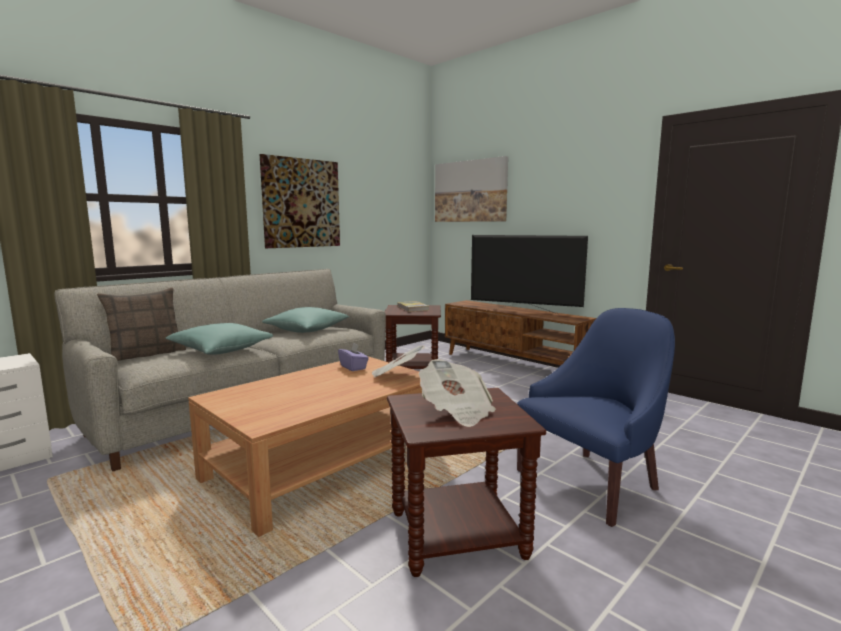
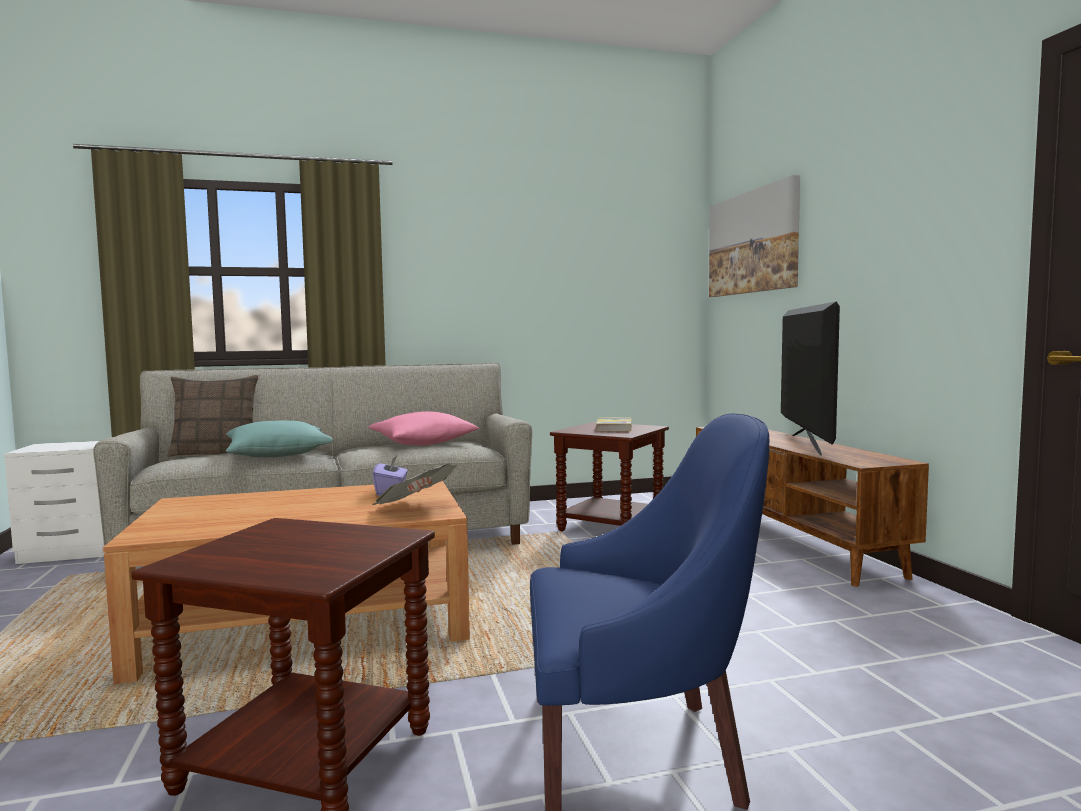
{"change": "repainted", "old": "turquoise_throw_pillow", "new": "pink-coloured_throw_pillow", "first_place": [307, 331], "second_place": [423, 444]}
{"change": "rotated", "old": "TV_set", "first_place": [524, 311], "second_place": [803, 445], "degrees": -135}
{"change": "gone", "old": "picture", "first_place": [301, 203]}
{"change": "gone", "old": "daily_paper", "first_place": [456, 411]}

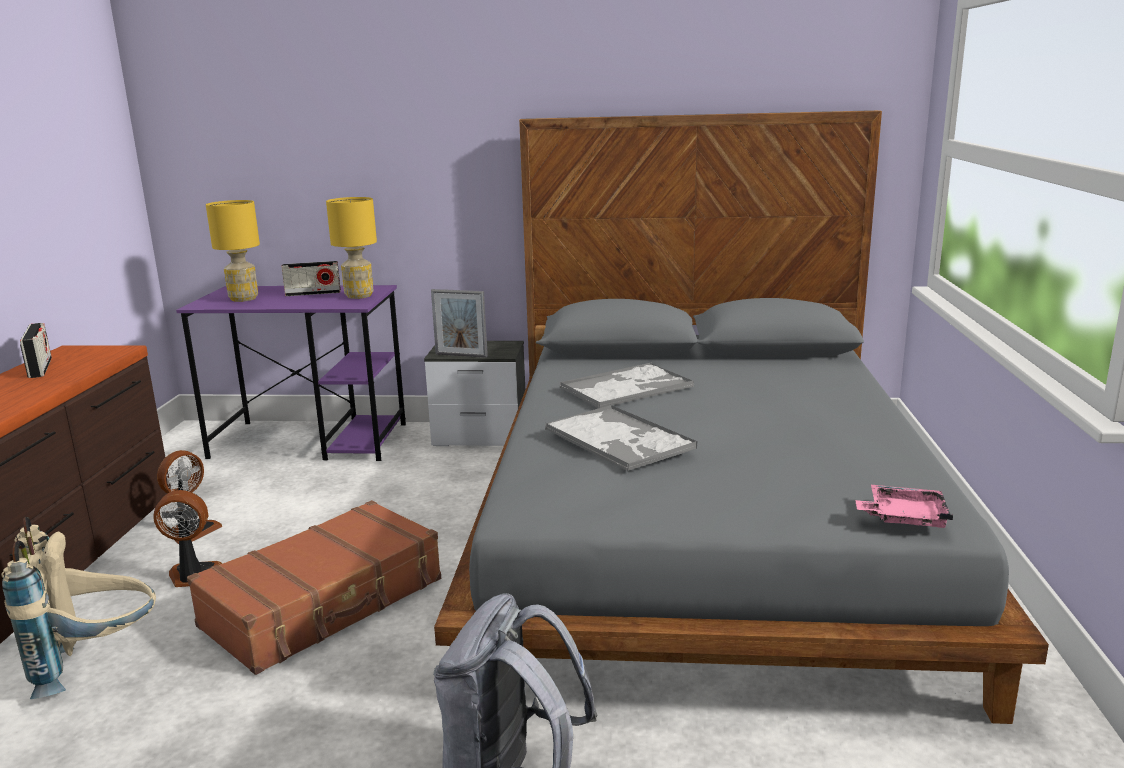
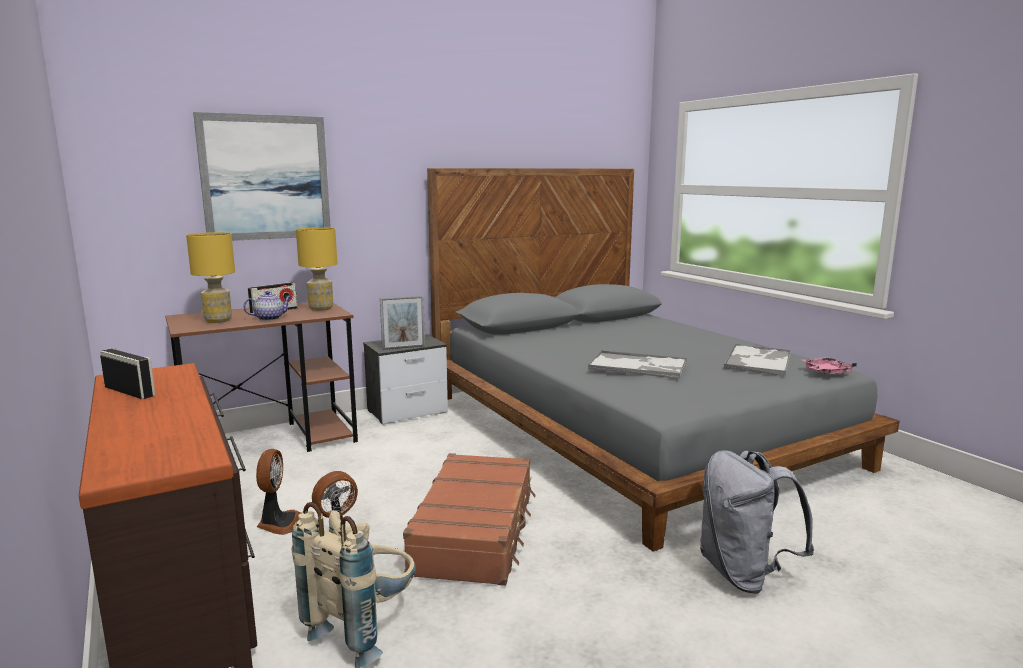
{"change": "repainted", "old": "purple_desk_table", "new": "brownish_desk_table", "first_place": [311, 441], "second_place": [272, 442]}
{"change": "new", "new": "picture", "second_place": [266, 178]}
{"change": "new", "new": "pot_for_tea", "second_place": [270, 318]}
{"change": "shifted", "old": "carrying_tray", "first_place": [627, 387], "second_place": [758, 361]}

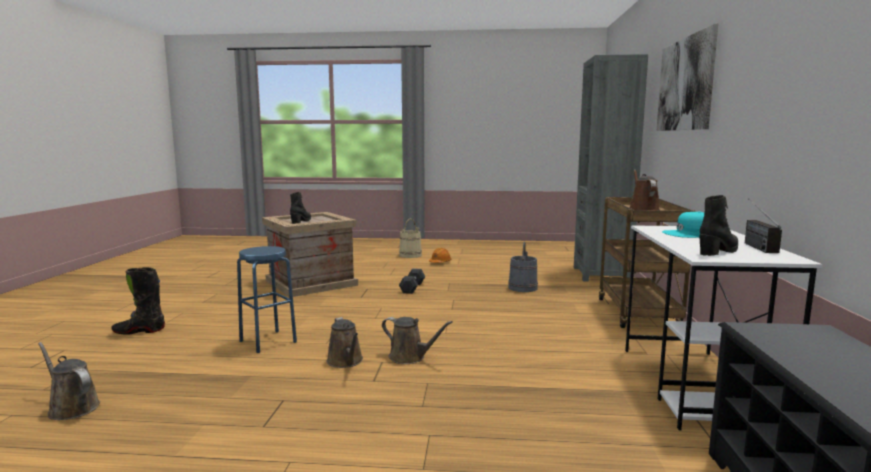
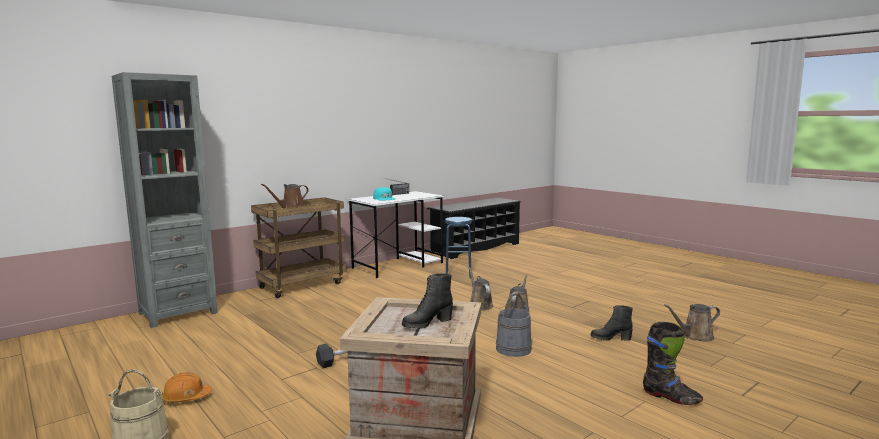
{"change": "shifted", "old": "blue_sitting_stool", "first_place": [268, 341], "second_place": [458, 274]}
{"change": "shifted", "old": "gray_bucket", "first_place": [523, 288], "second_place": [513, 349]}
{"change": "shifted", "old": "black-coloured_tall_boot", "first_place": [719, 251], "second_place": [610, 338]}
{"change": "rotated", "old": "brownish_watering_can", "first_place": [71, 407], "second_place": [695, 336], "degrees": 90}
{"change": "gone", "old": "picture", "first_place": [684, 84]}

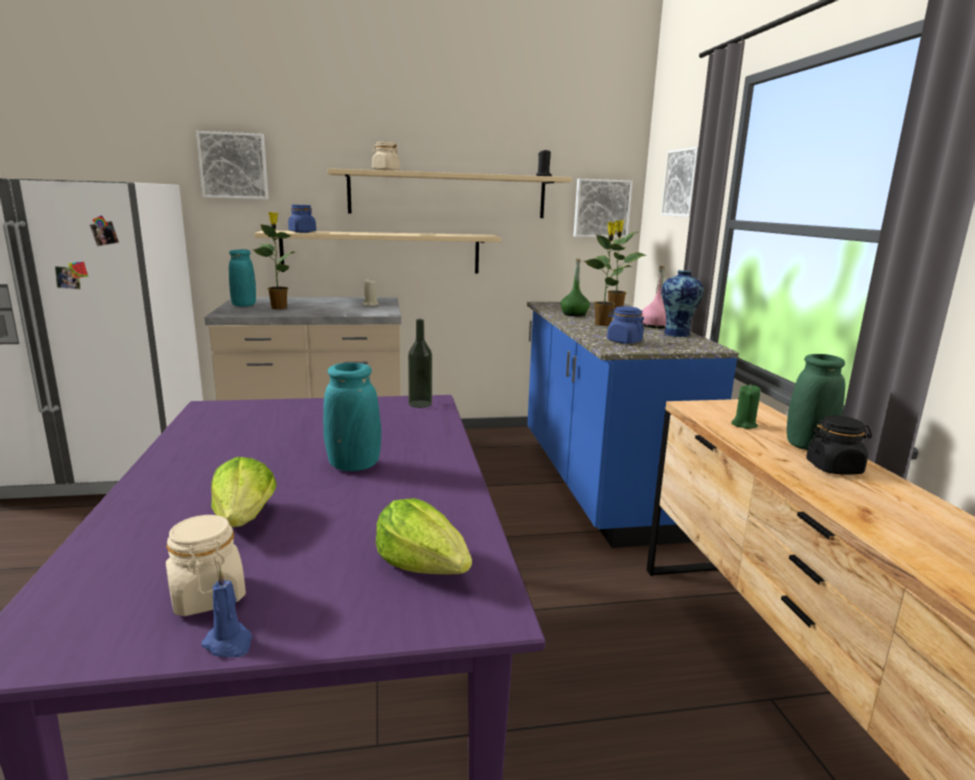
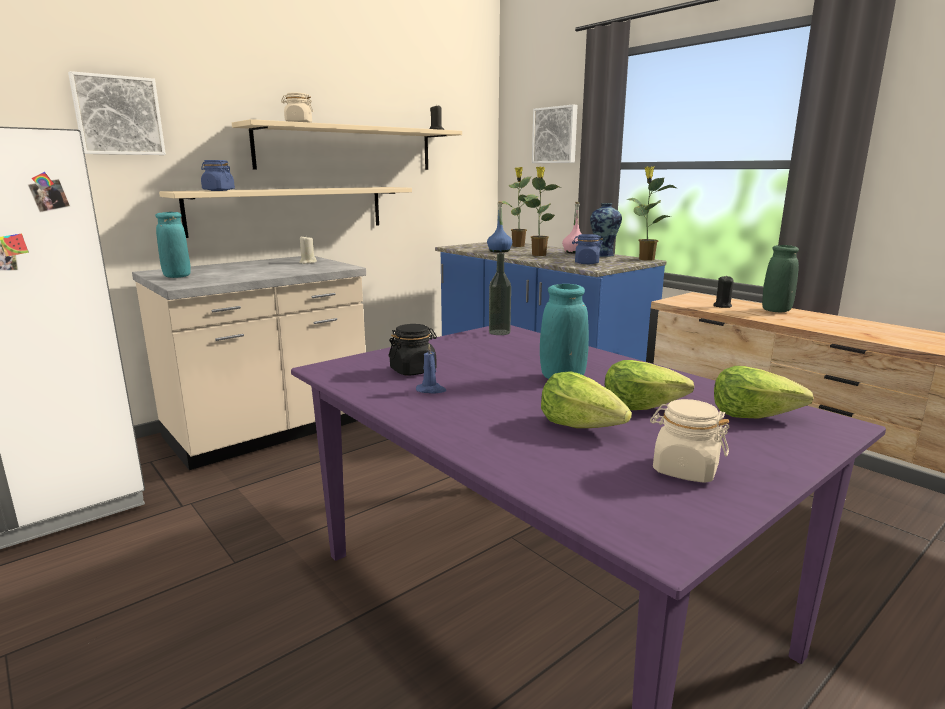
{"change": "shifted", "old": "black-coloured_preserve_jar", "first_place": [834, 468], "second_place": [413, 370]}
{"change": "shifted", "old": "blue_candle", "first_place": [229, 643], "second_place": [431, 390]}
{"change": "repainted", "old": "greenish_drink_bottle", "new": "blue_drink_bottle", "first_place": [574, 314], "second_place": [499, 251]}
{"change": "new", "new": "lettuce_head", "second_place": [641, 407]}
{"change": "shifted", "old": "houseplant", "first_place": [279, 307], "second_place": [645, 259]}
{"change": "repainted", "old": "greenish_candle", "new": "black-coloured_candle", "first_place": [744, 425], "second_place": [722, 306]}
{"change": "gone", "old": "picture", "first_place": [601, 208]}

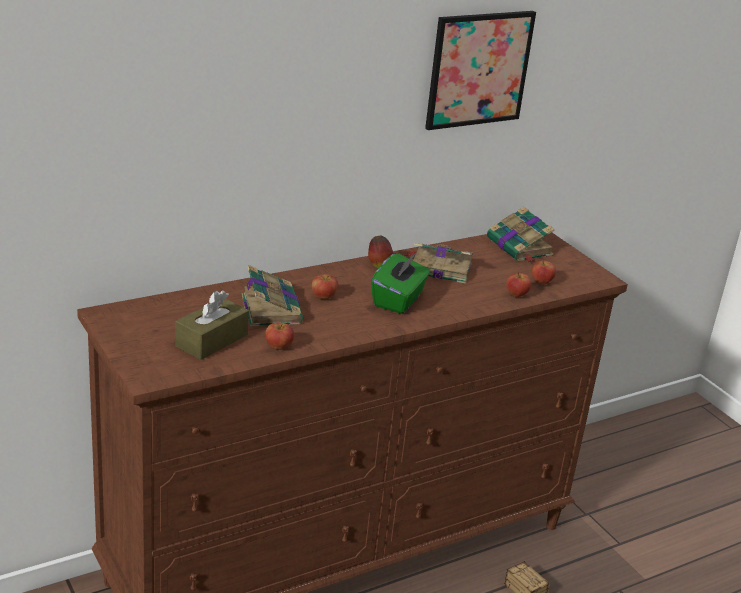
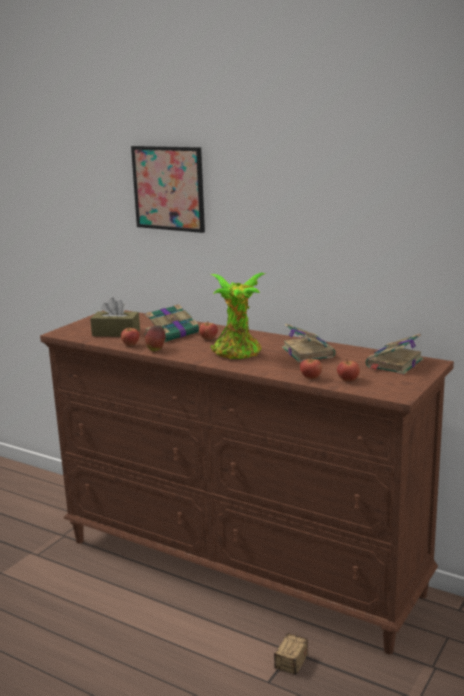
{"change": "shifted", "old": "picture", "first_place": [479, 69], "second_place": [168, 188]}
{"change": "shifted", "old": "apple", "first_place": [378, 266], "second_place": [156, 350]}
{"change": "swapped", "old": "greenish_tissue_box", "new": "houseplant", "first_place": [398, 300], "second_place": [238, 353]}

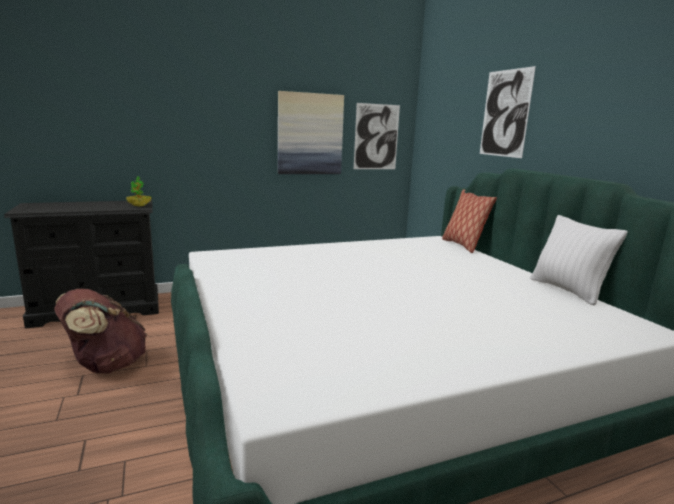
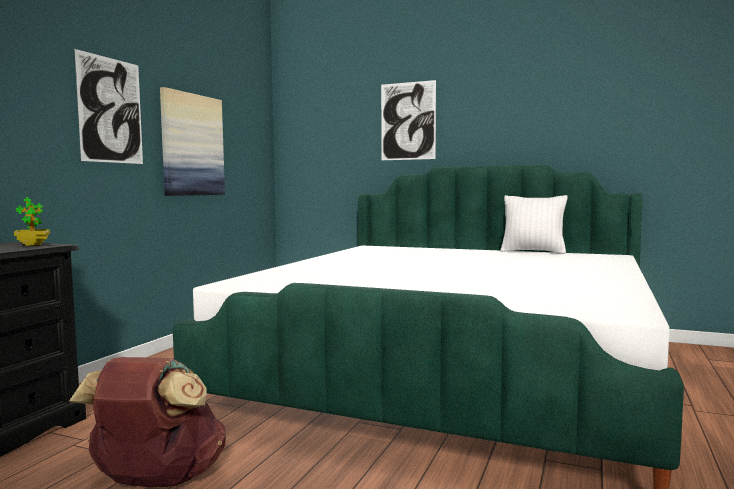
{"change": "shifted", "old": "picture", "first_place": [376, 137], "second_place": [111, 110]}
{"change": "gone", "old": "throw_pillow", "first_place": [463, 245]}

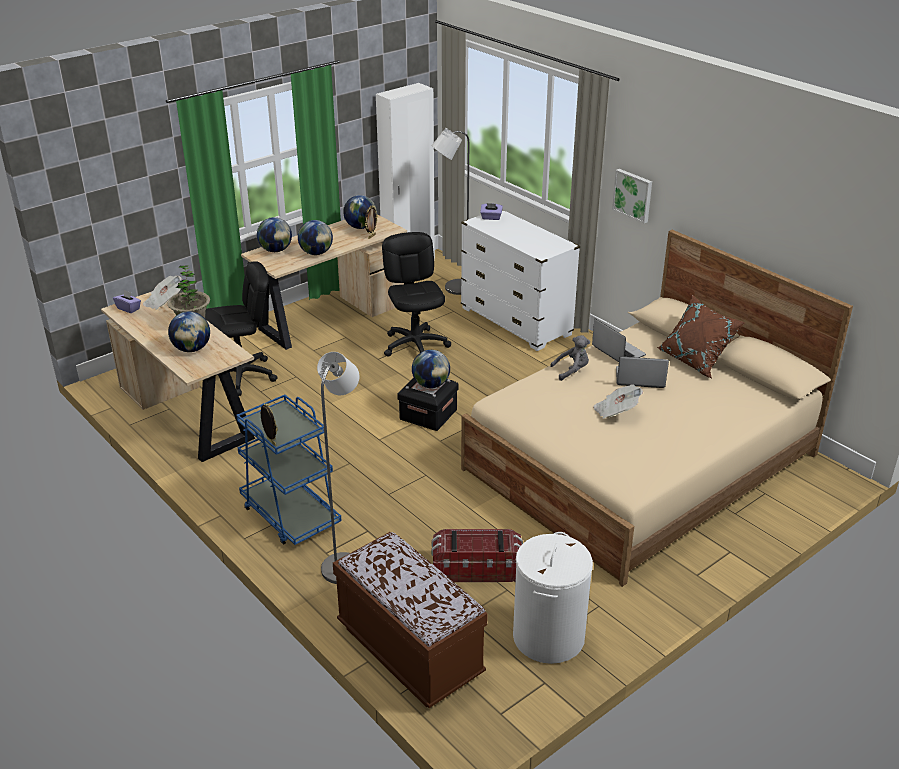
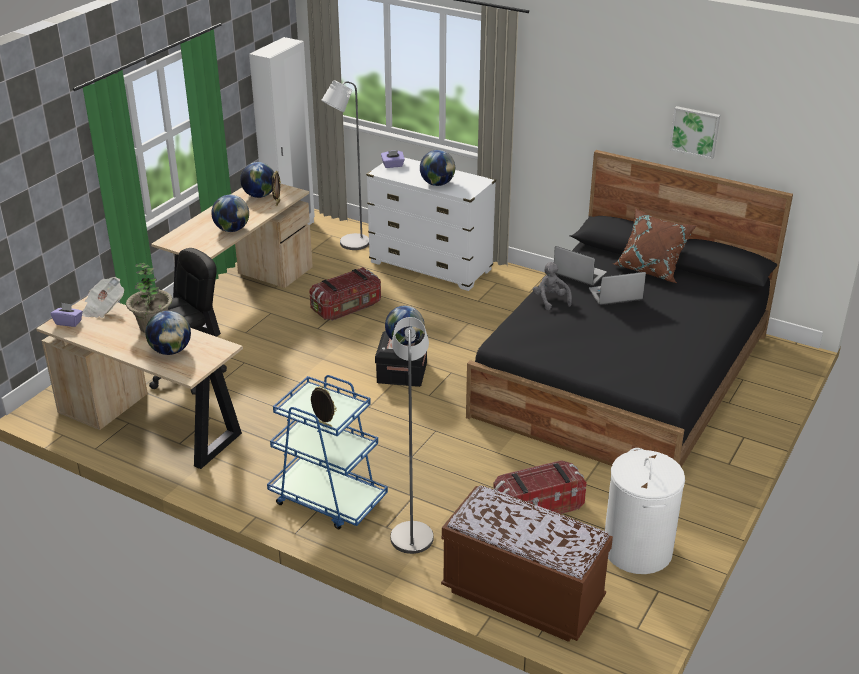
{"change": "swapped", "old": "black-coloured_office_chair", "new": "storage_box", "first_place": [415, 345], "second_place": [347, 308]}
{"change": "shifted", "old": "globe", "first_place": [275, 250], "second_place": [437, 184]}
{"change": "repainted", "old": "beige-coloured_bed", "new": "black-coloured_bed", "first_place": [642, 462], "second_place": [624, 375]}
{"change": "rotated", "old": "gray_cuddly_toy", "first_place": [572, 371], "second_place": [550, 300], "degrees": -75}
{"change": "shifted", "old": "picture", "first_place": [633, 195], "second_place": [695, 131]}
{"change": "gone", "old": "daily_paper", "first_place": [616, 411]}

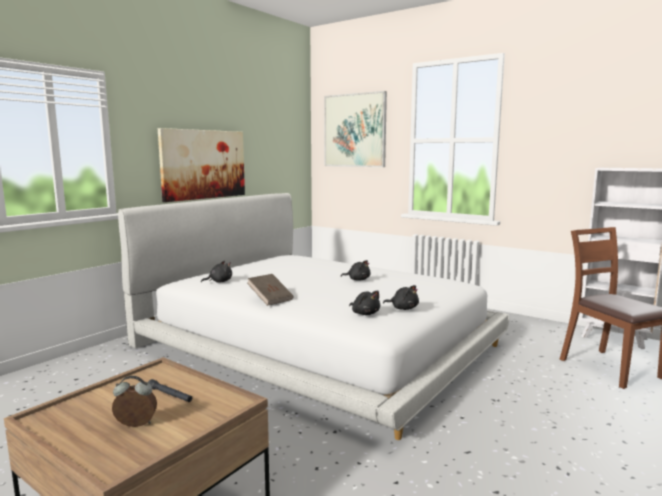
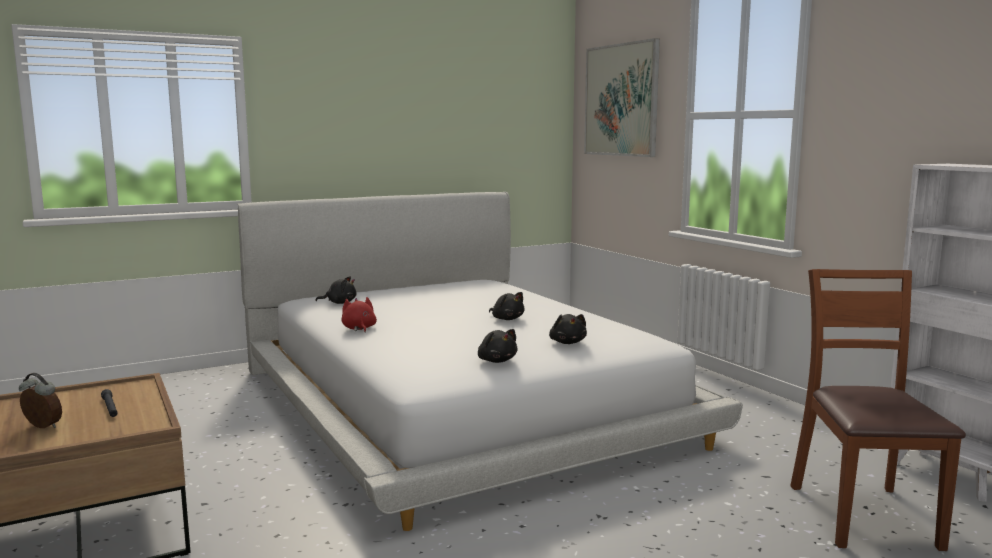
{"change": "swapped", "old": "brownish_book", "new": "red_cuddly_toy", "first_place": [270, 299], "second_place": [359, 329]}
{"change": "shifted", "old": "black-coloured_cuddly_toy", "first_place": [365, 313], "second_place": [567, 342]}
{"change": "gone", "old": "picture", "first_place": [203, 164]}

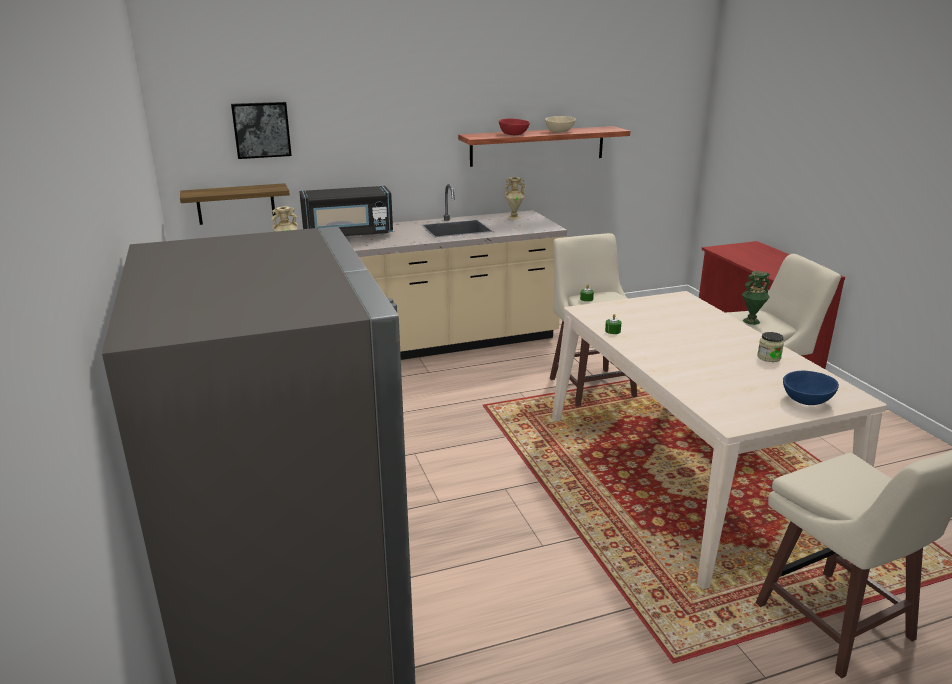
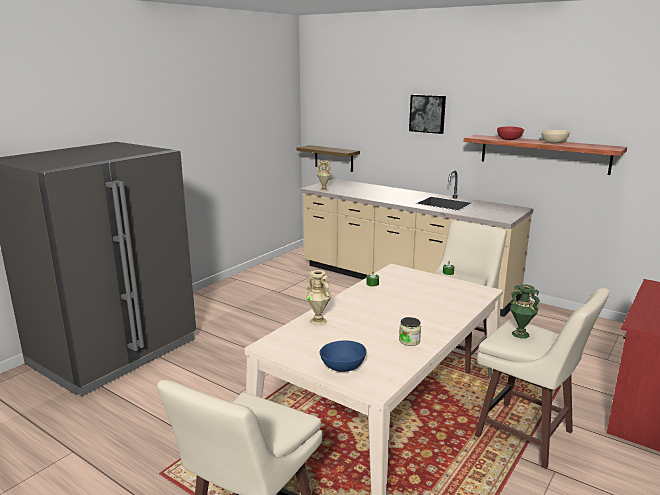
{"change": "shifted", "old": "beige-coloured_flower_vase", "first_place": [514, 217], "second_place": [318, 321]}
{"change": "shifted", "old": "picture", "first_place": [261, 129], "second_place": [428, 113]}
{"change": "gone", "old": "black-coloured_kitchen_microwave", "first_place": [348, 235]}

